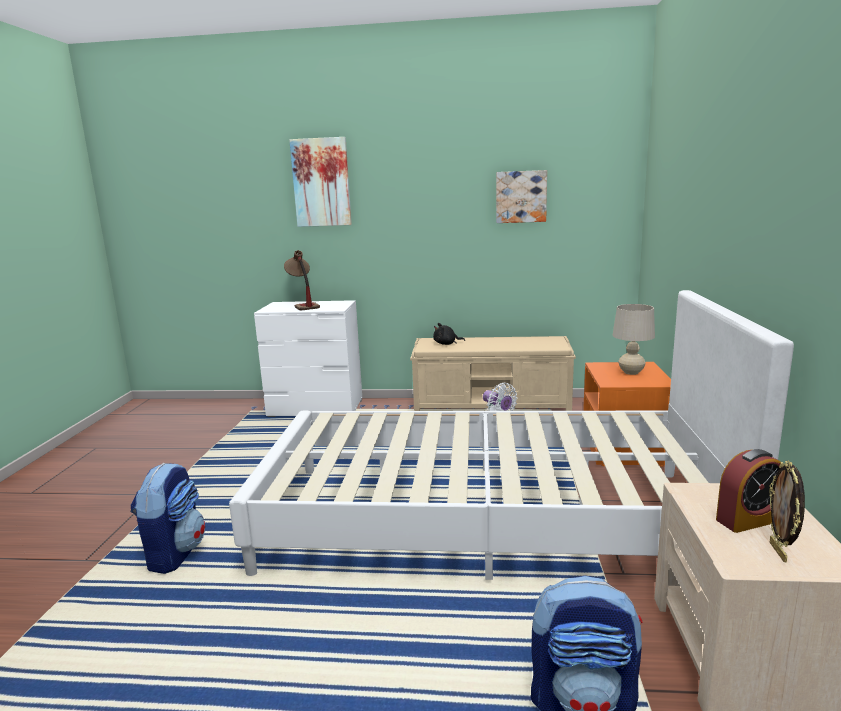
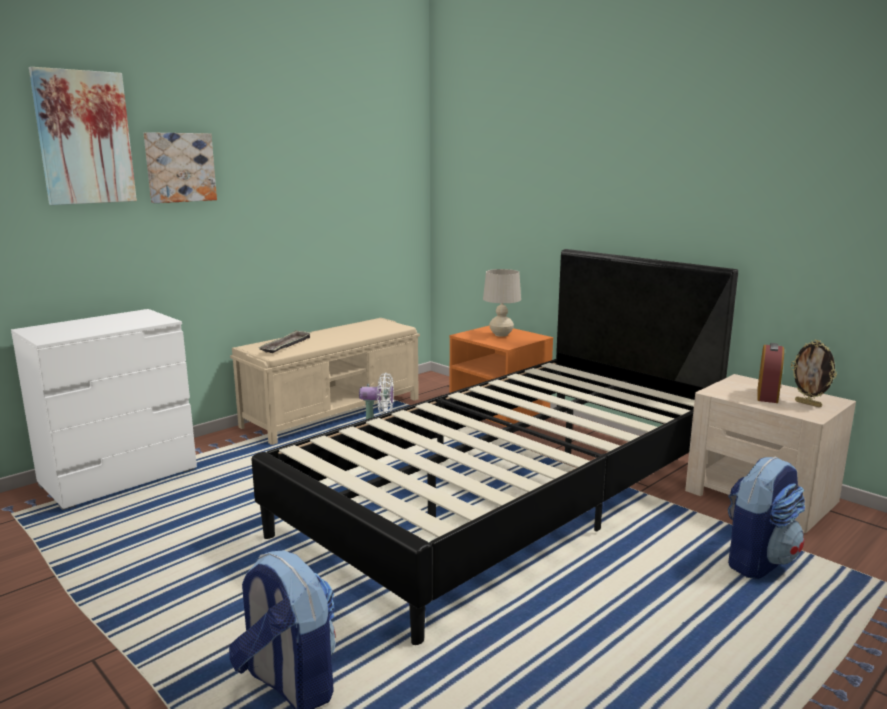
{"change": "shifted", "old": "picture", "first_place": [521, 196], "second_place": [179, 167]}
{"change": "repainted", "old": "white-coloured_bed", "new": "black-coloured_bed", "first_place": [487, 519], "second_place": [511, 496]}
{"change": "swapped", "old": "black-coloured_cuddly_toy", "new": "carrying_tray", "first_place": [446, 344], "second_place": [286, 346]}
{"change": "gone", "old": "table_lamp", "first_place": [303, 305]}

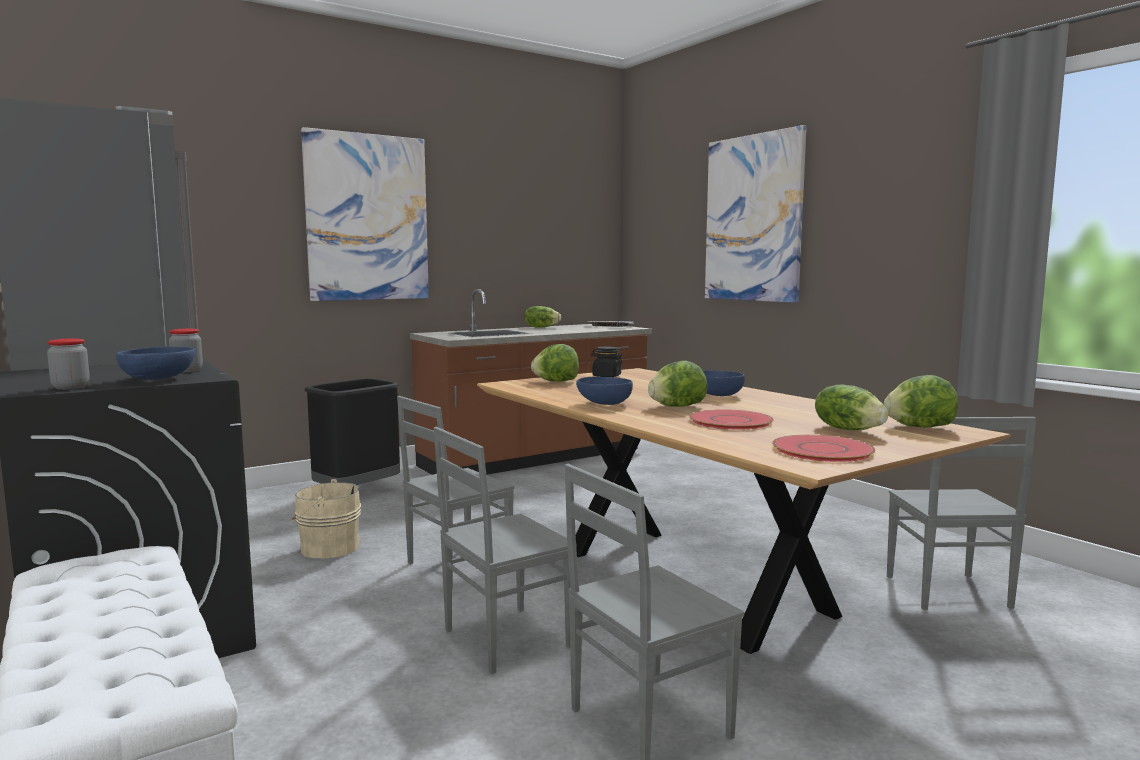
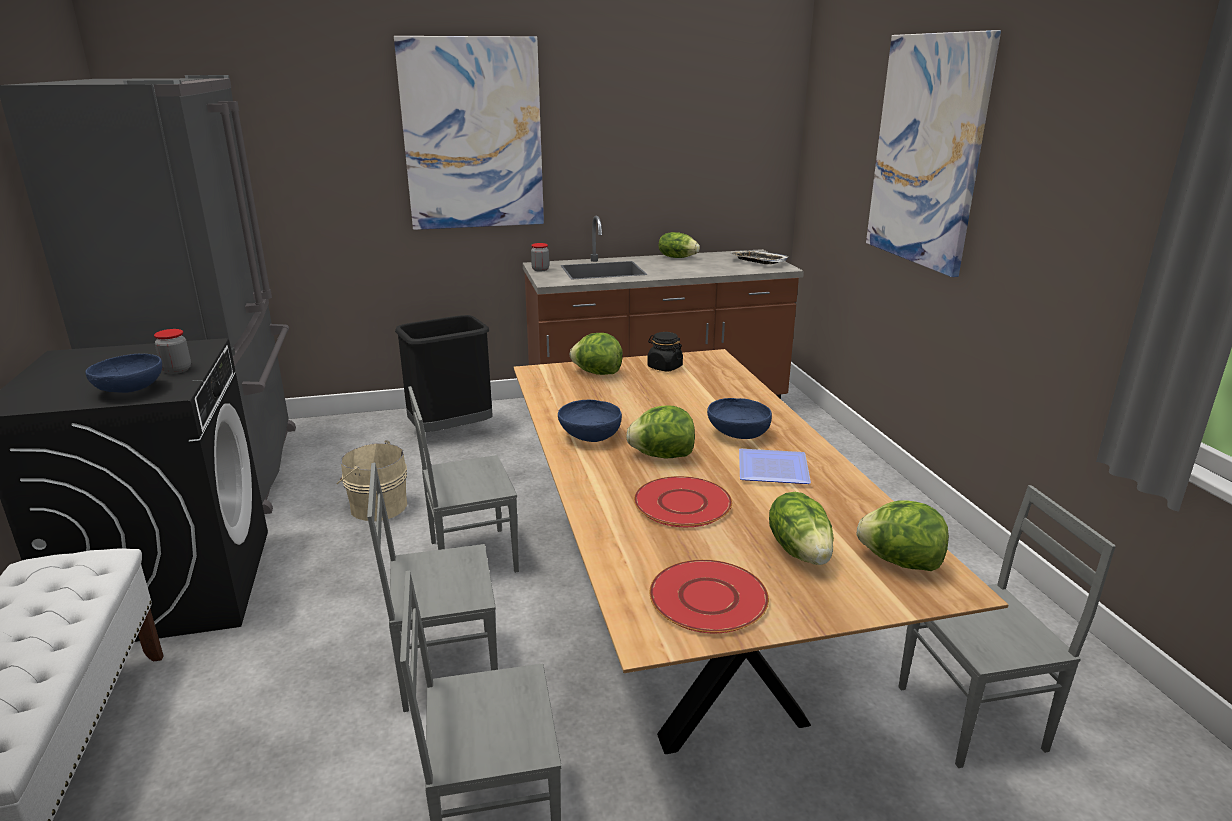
{"change": "shifted", "old": "preserve_jar", "first_place": [71, 387], "second_place": [540, 269]}
{"change": "new", "new": "flat_dish", "second_place": [775, 471]}
{"change": "rotated", "old": "gray_upright_chair", "first_place": [946, 592], "second_place": [973, 719], "degrees": -120}

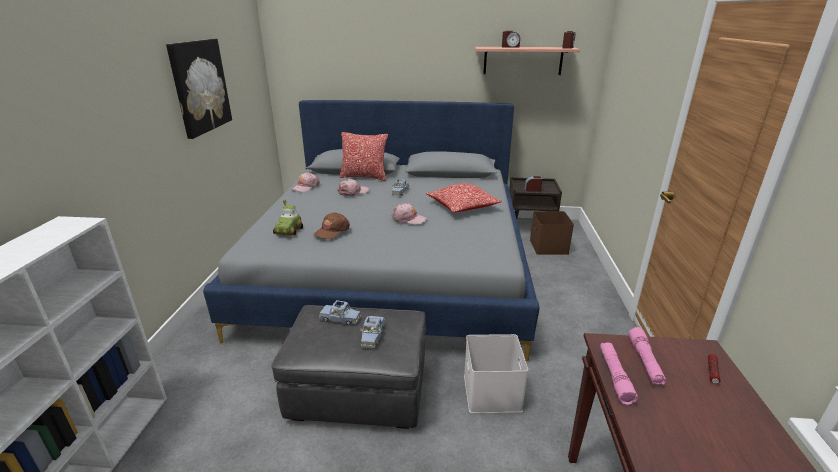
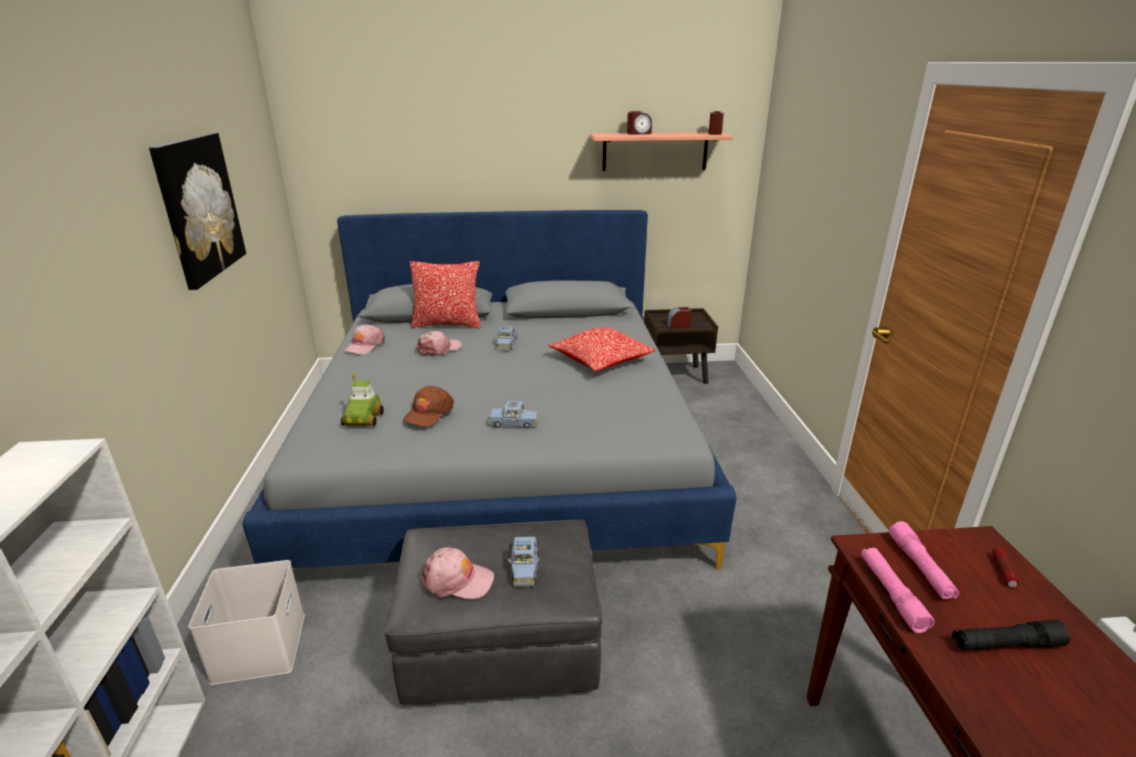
{"change": "shifted", "old": "white-coloured_storage_box", "first_place": [490, 391], "second_place": [258, 646]}
{"change": "shifted", "old": "pink-coloured_cap", "first_place": [408, 219], "second_place": [457, 580]}
{"change": "shifted", "old": "blue_model_car", "first_place": [340, 319], "second_place": [513, 423]}
{"change": "new", "new": "black-coloured_flashlight", "second_place": [1005, 645]}
{"change": "gone", "old": "brownish_storage_box", "first_place": [549, 247]}

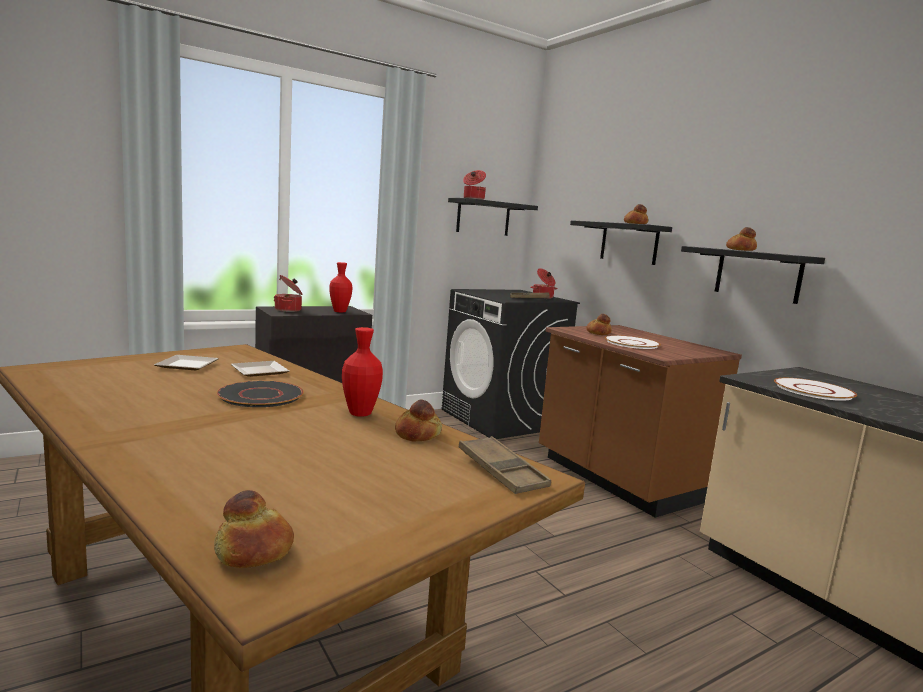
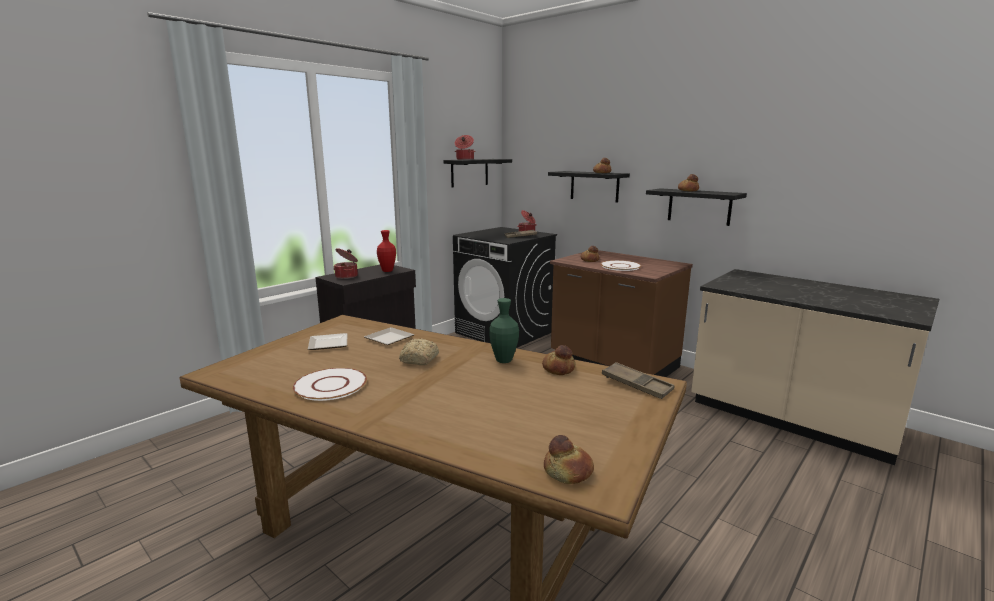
{"change": "shifted", "old": "white-coloured_flat_dish", "first_place": [813, 390], "second_place": [330, 385]}
{"change": "swapped", "old": "black-coloured_flat_dish", "new": "bakery_bread", "first_place": [260, 395], "second_place": [418, 360]}
{"change": "repainted", "old": "red_flower_vase", "new": "greenish_flower_vase", "first_place": [360, 413], "second_place": [504, 360]}

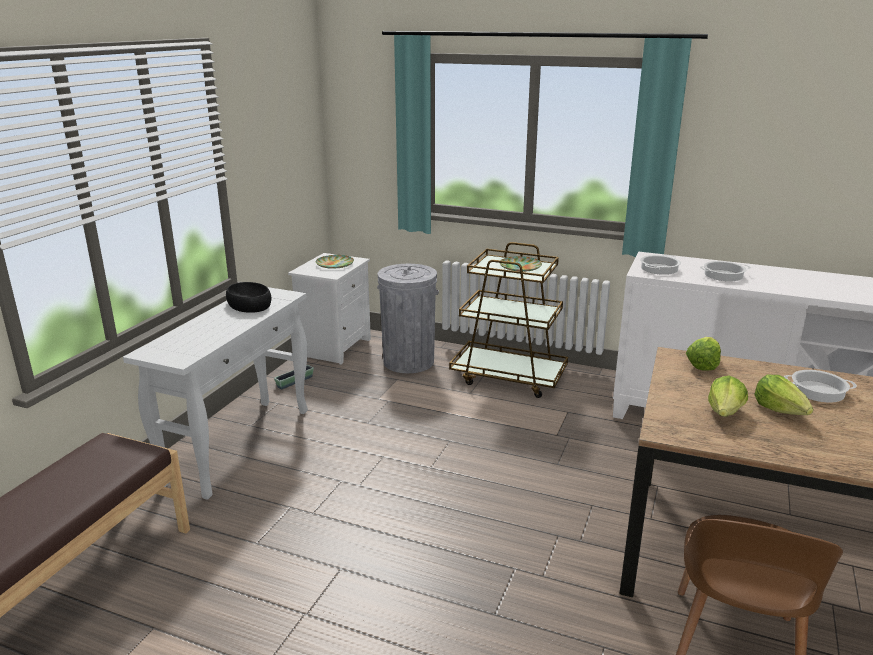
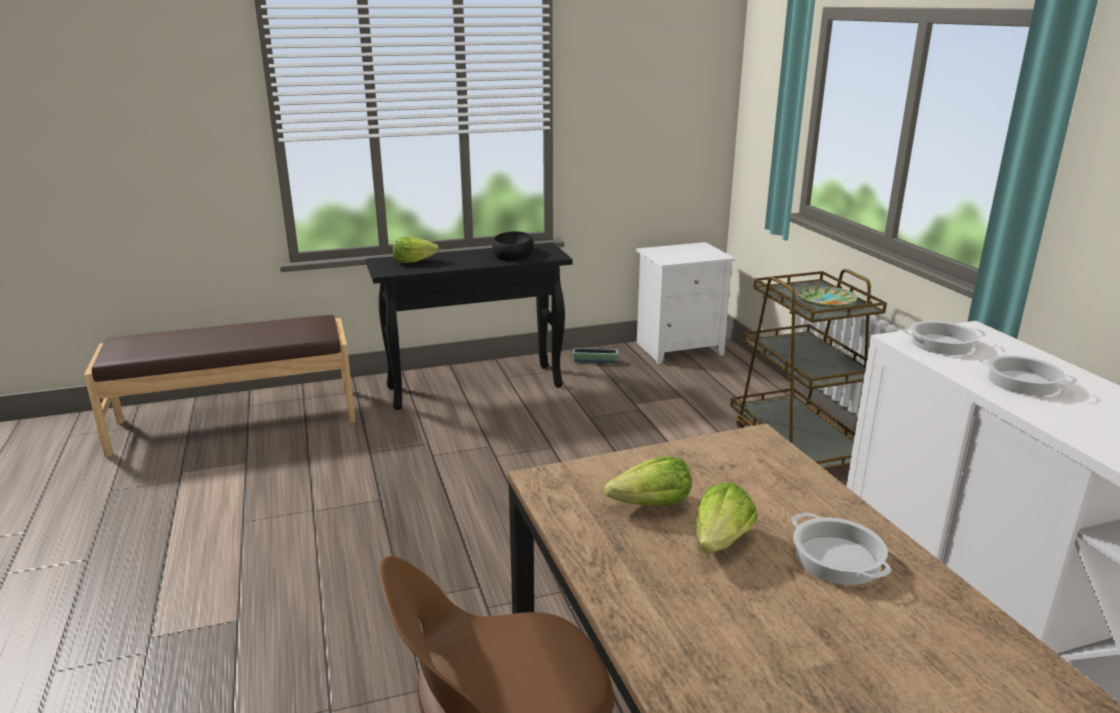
{"change": "repainted", "old": "white-coloured_console_table", "new": "black-coloured_console_table", "first_place": [240, 445], "second_place": [476, 386]}
{"change": "shifted", "old": "lettuce_head", "first_place": [702, 364], "second_place": [414, 261]}
{"change": "gone", "old": "flat_dish", "first_place": [335, 264]}
{"change": "gone", "old": "gray_waste_bin", "first_place": [408, 362]}

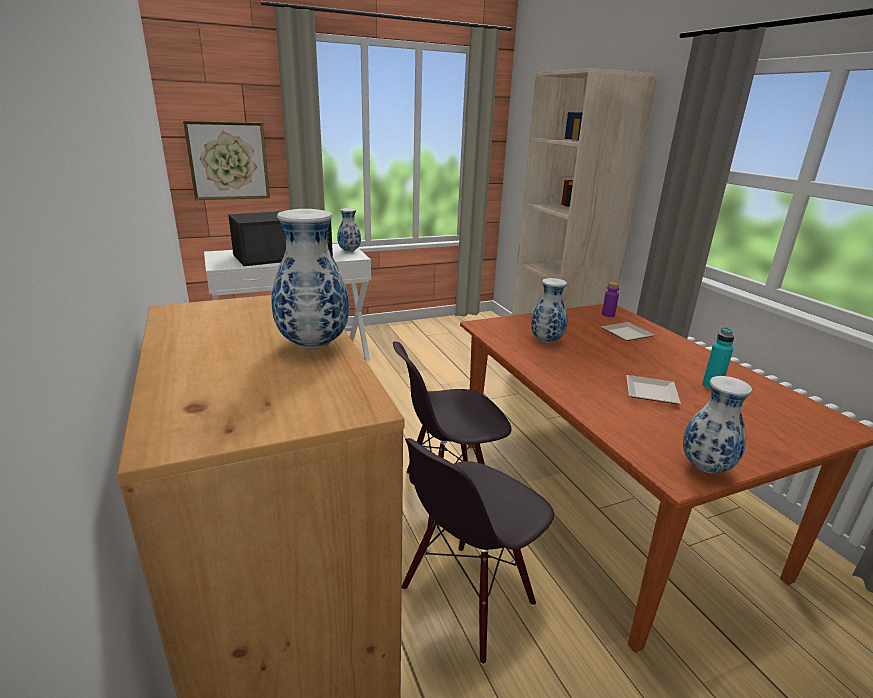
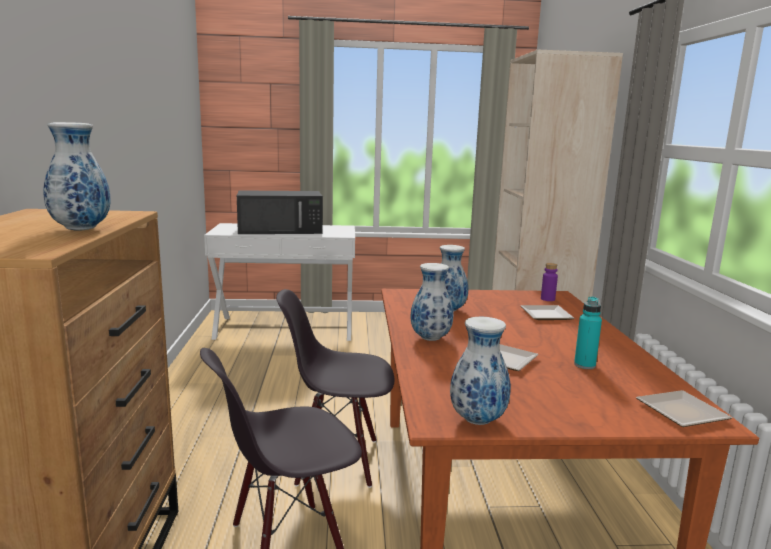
{"change": "shifted", "old": "flower_vase", "first_place": [350, 251], "second_place": [431, 339]}
{"change": "new", "new": "flat_dish", "second_place": [681, 411]}
{"change": "gone", "old": "picture", "first_place": [228, 161]}

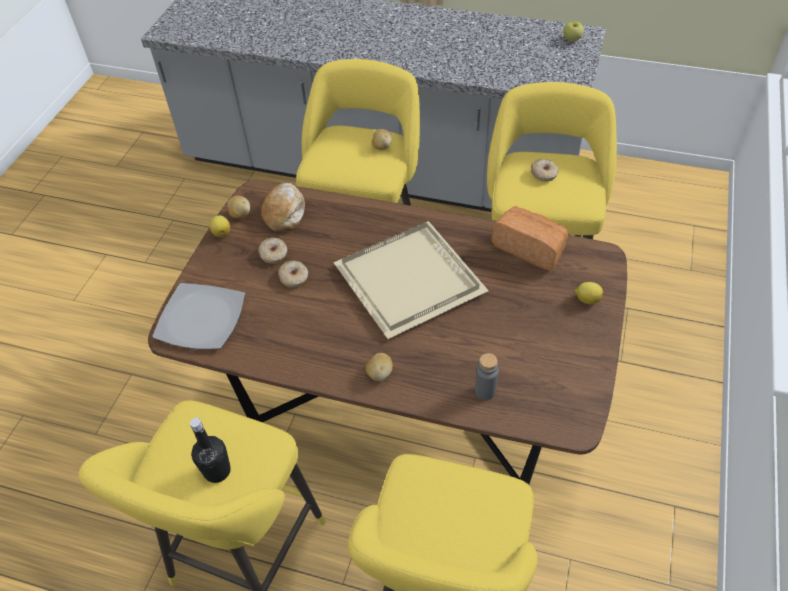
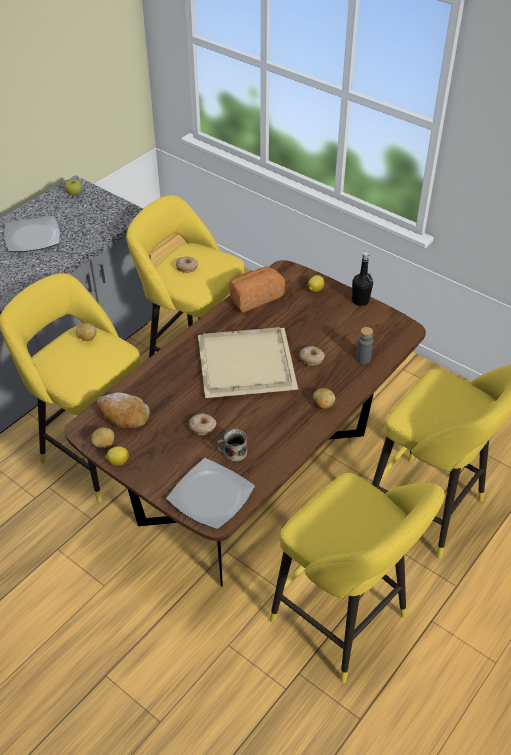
{"change": "new", "new": "flat_dish", "second_place": [32, 237]}
{"change": "new", "new": "mug", "second_place": [233, 453]}
{"change": "shifted", "old": "donut", "first_place": [274, 254], "second_place": [311, 359]}
{"change": "shifted", "old": "black-coloured_drink_bottle", "first_place": [217, 471], "second_place": [360, 301]}

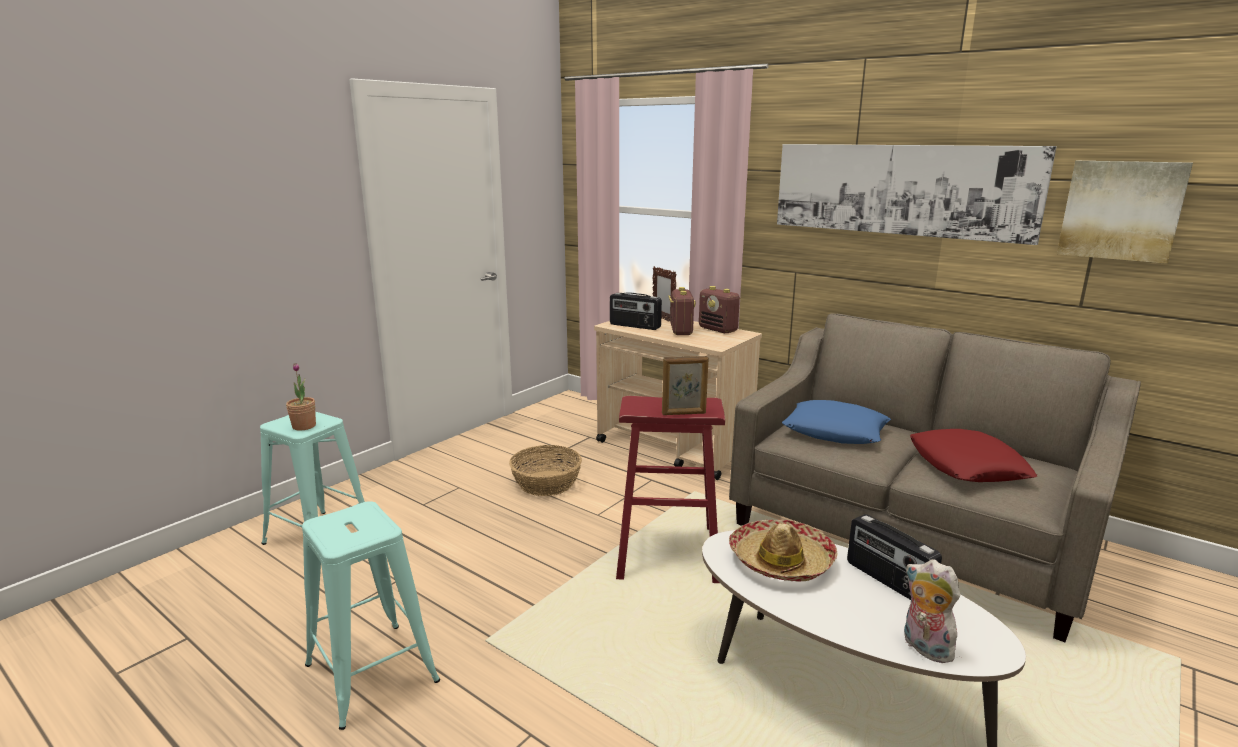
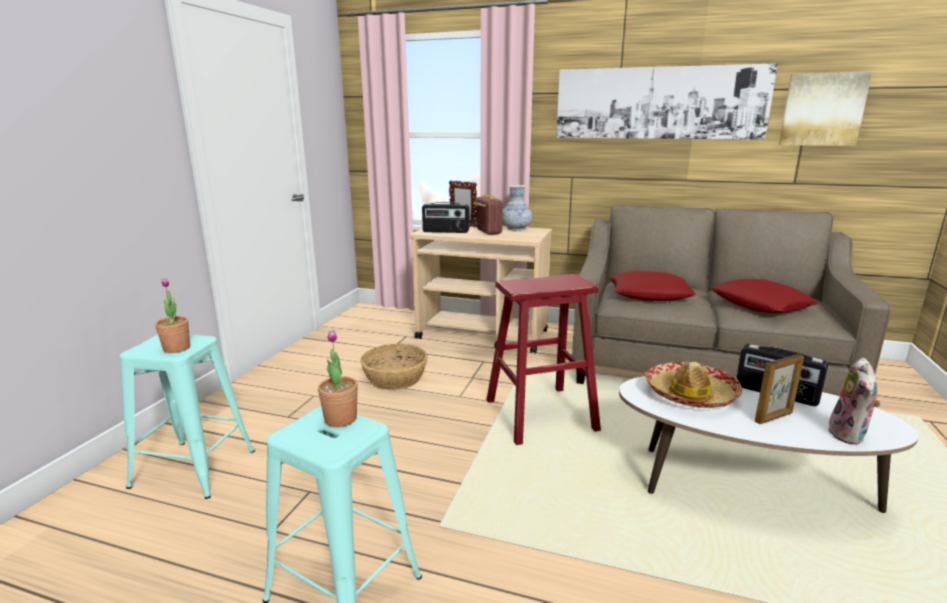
{"change": "new", "new": "houseplant", "second_place": [340, 419]}
{"change": "swapped", "old": "radio_receiver", "new": "flower_vase", "first_place": [718, 329], "second_place": [516, 229]}
{"change": "repainted", "old": "blue_throw_pillow", "new": "red_throw_pillow", "first_place": [835, 431], "second_place": [650, 294]}
{"change": "shifted", "old": "picture_frame", "first_place": [684, 413], "second_place": [774, 417]}
{"change": "rotated", "old": "cuddly_toy", "first_place": [923, 647], "second_place": [849, 435], "degrees": -105}

